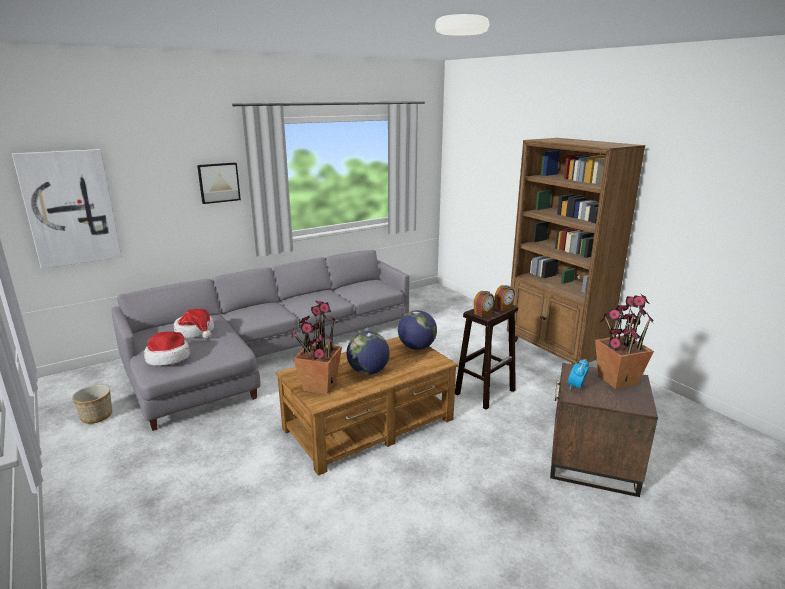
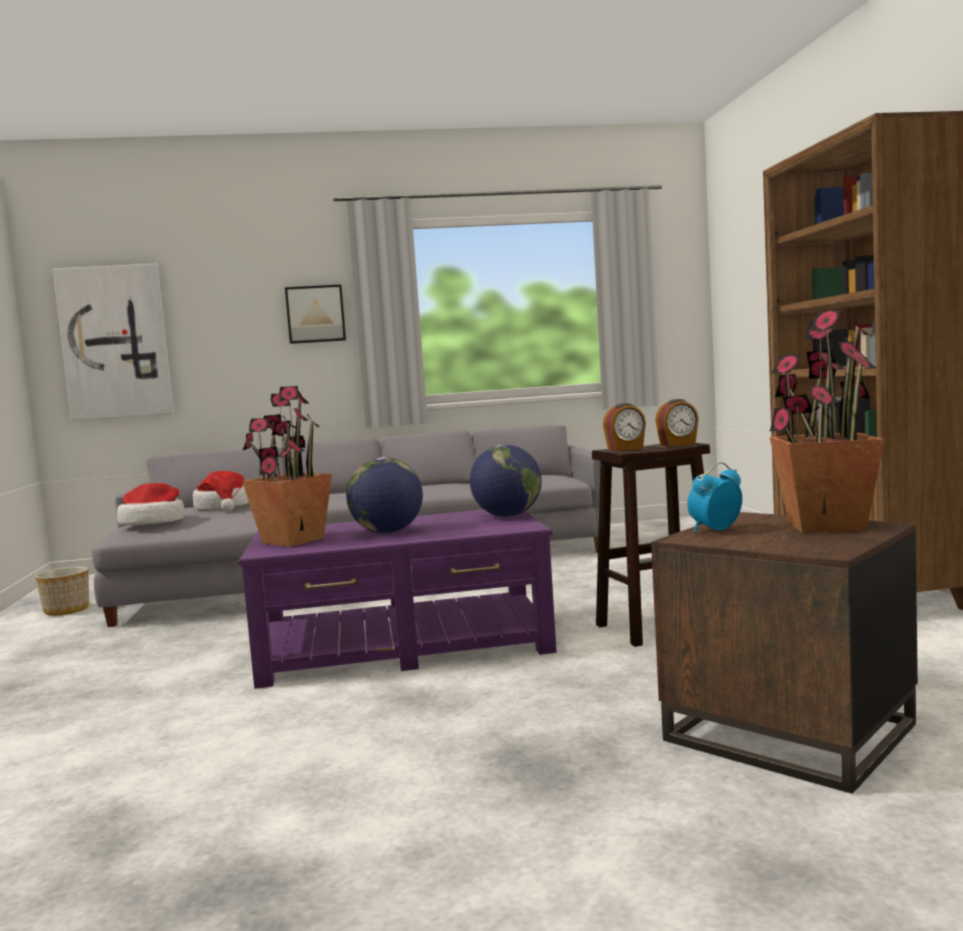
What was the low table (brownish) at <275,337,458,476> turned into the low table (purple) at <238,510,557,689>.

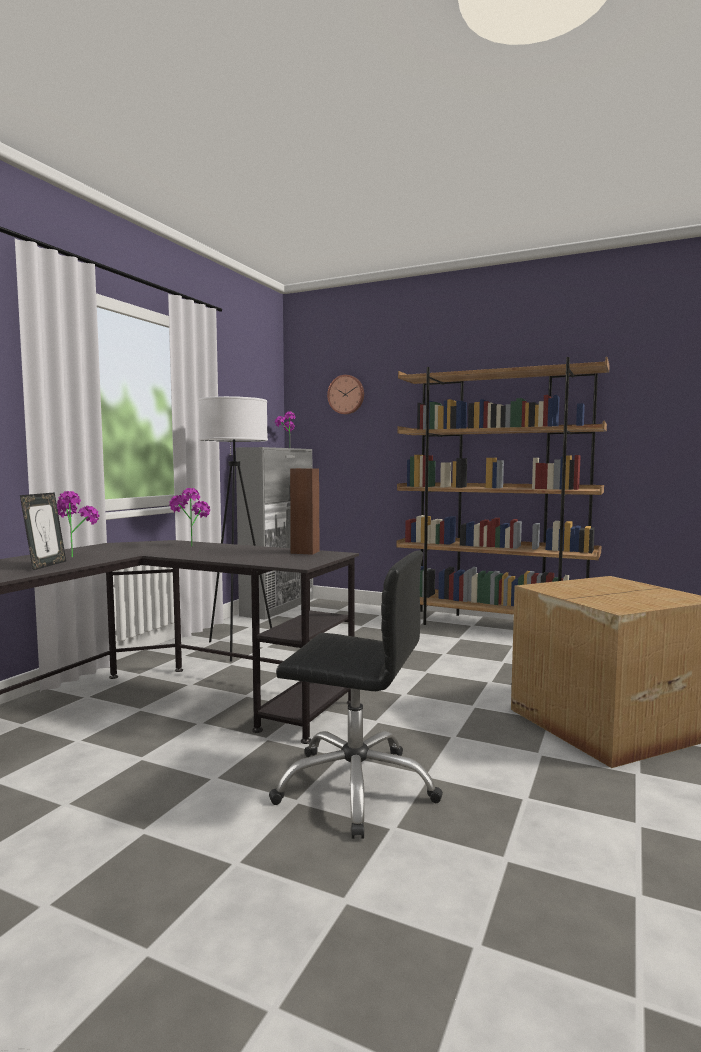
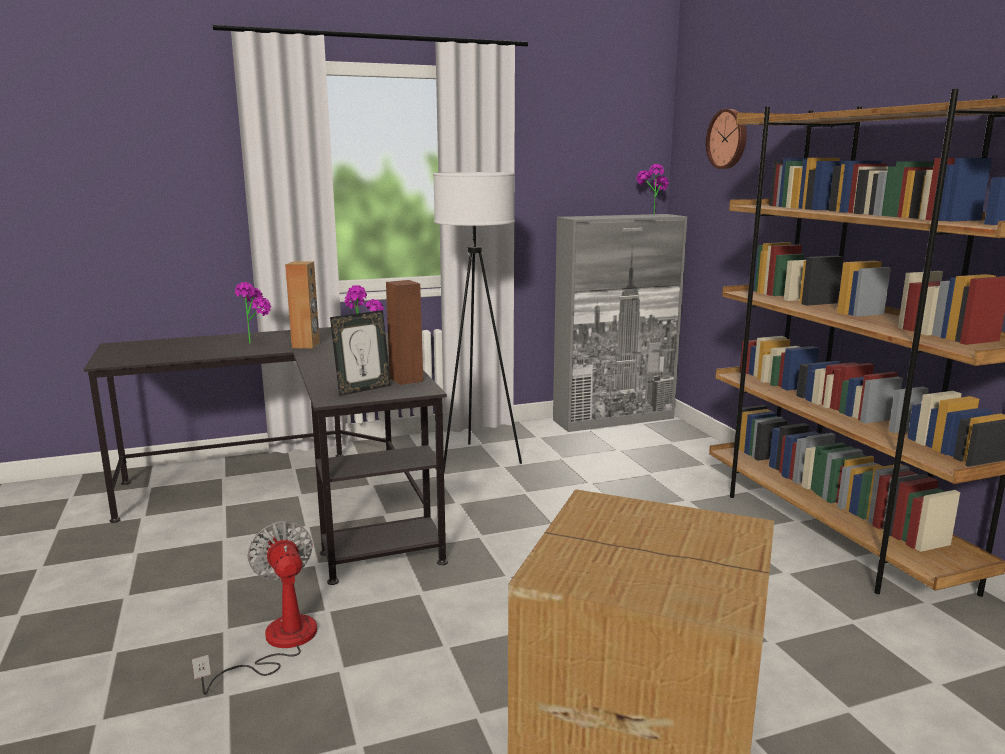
The second view gained the audio speaker (brownish) at <285,261,320,349>.
The picture frame ended up elsewhere, having gone from <20,492,66,570> to <330,310,391,396>.
Where the computer chair (blackish) stood at <269,551,443,839>, the cooling fan came to stand at <192,521,317,695>.

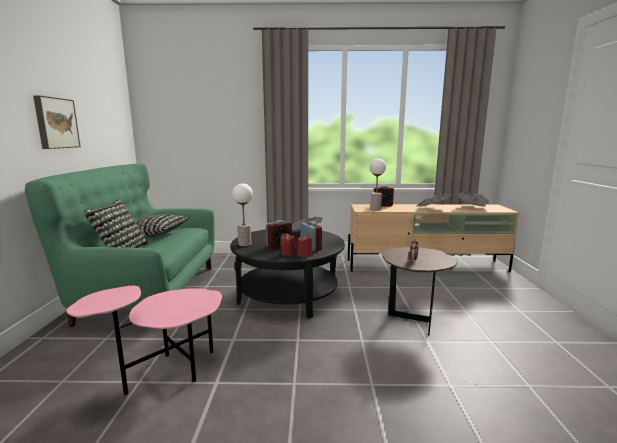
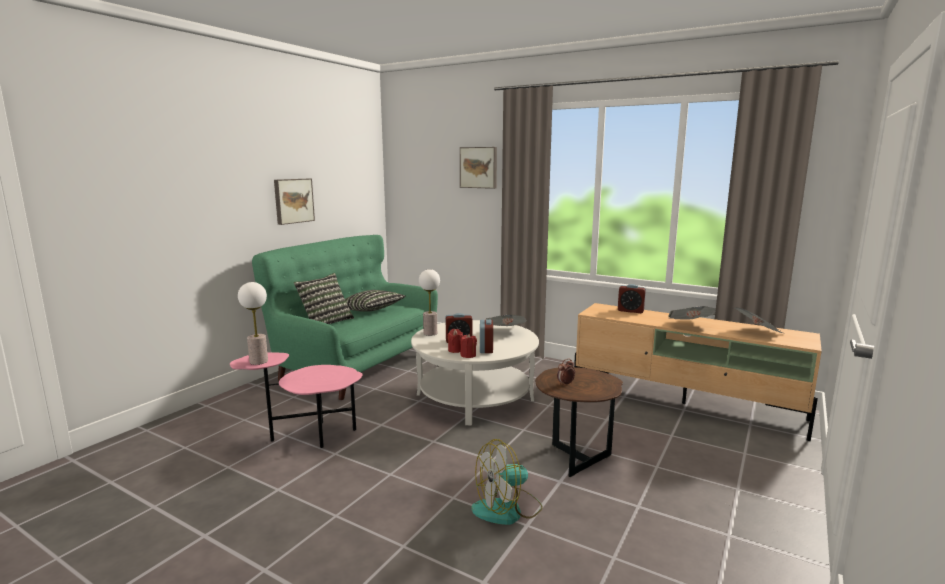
The second view gained the wall picture at <460,147,497,189>.
The second view gained the cooling fan at <471,439,542,525>.
The lamp for a table ended up elsewhere, having gone from <369,158,386,211> to <238,282,268,365>.
What was the low table (blackish) at <230,229,345,318> turned into the low table (whitish) at <411,320,539,425>.

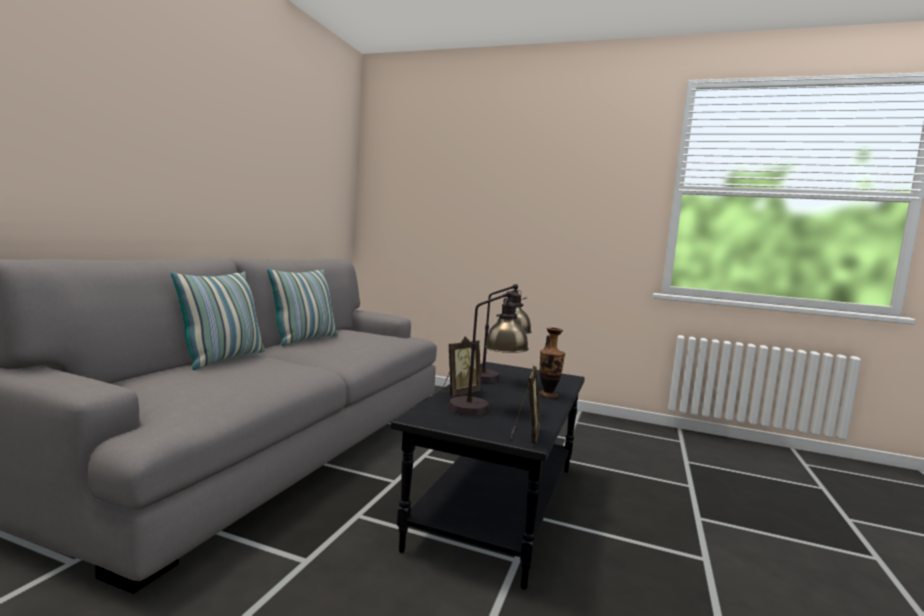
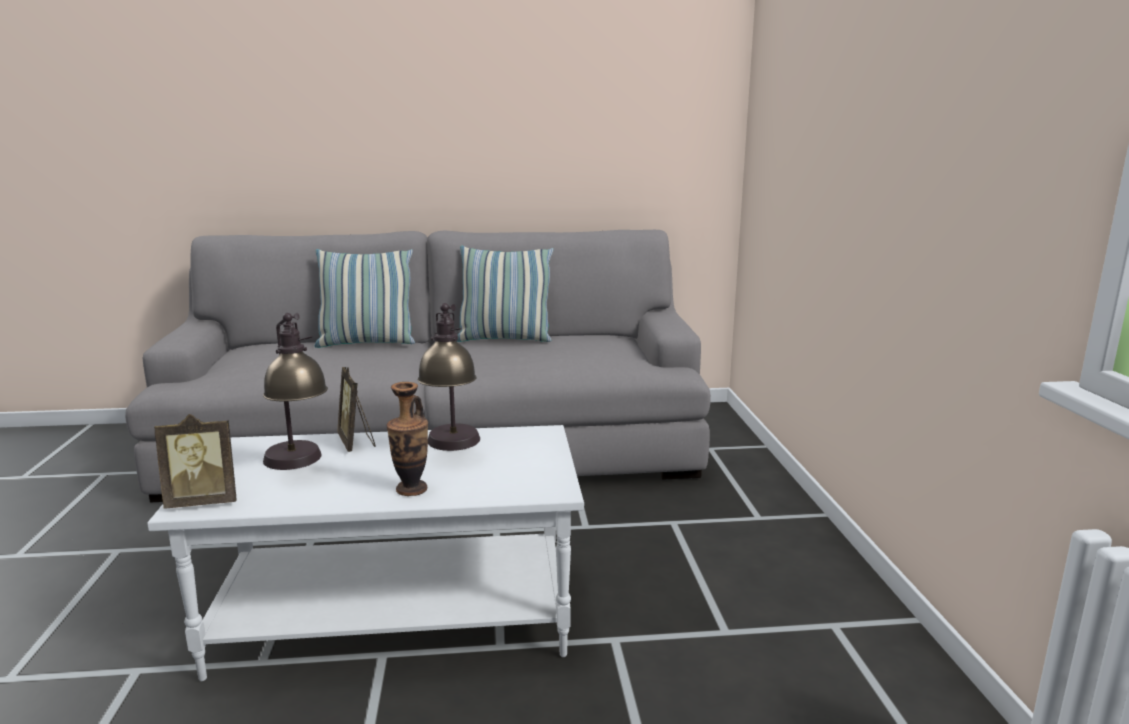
What was the low table (blackish) at <391,362,585,590> turned into the low table (whitish) at <147,425,584,681>.
The picture frame at <442,336,481,396> ended up facing another way, 45 degrees clockwise from before.

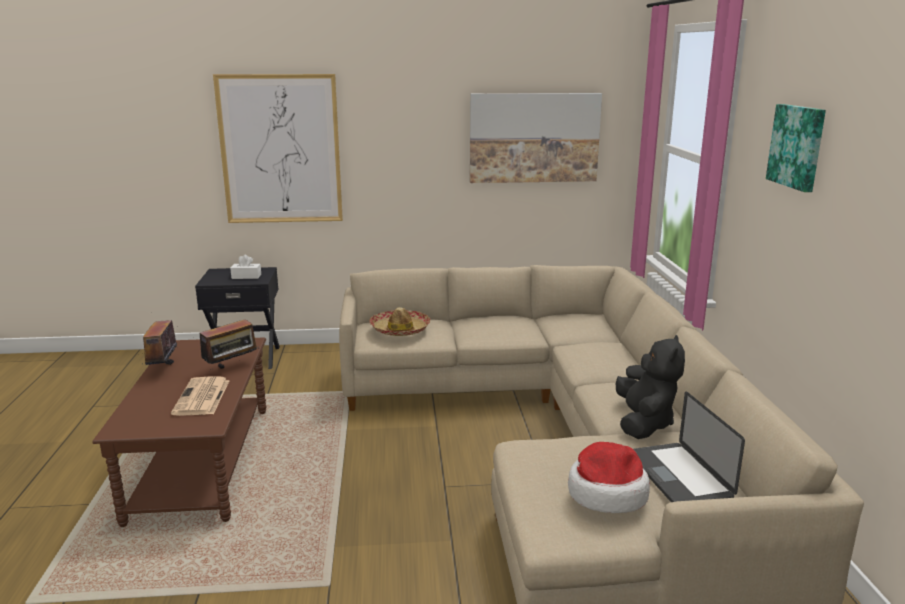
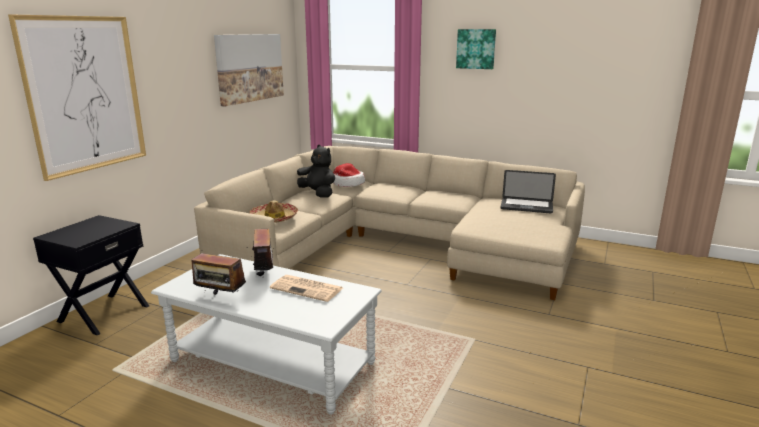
The second view lost the box of tissues (whitish) at <230,255,261,279>.
The wearable hat ended up elsewhere, having gone from <568,442,650,513> to <333,163,365,187>.
The cuddly toy (blackish) ended up elsewhere, having gone from <616,335,685,439> to <297,145,335,198>.
What was the low table (brownish) at <92,338,266,527> turned into the low table (grey) at <151,254,382,415>.

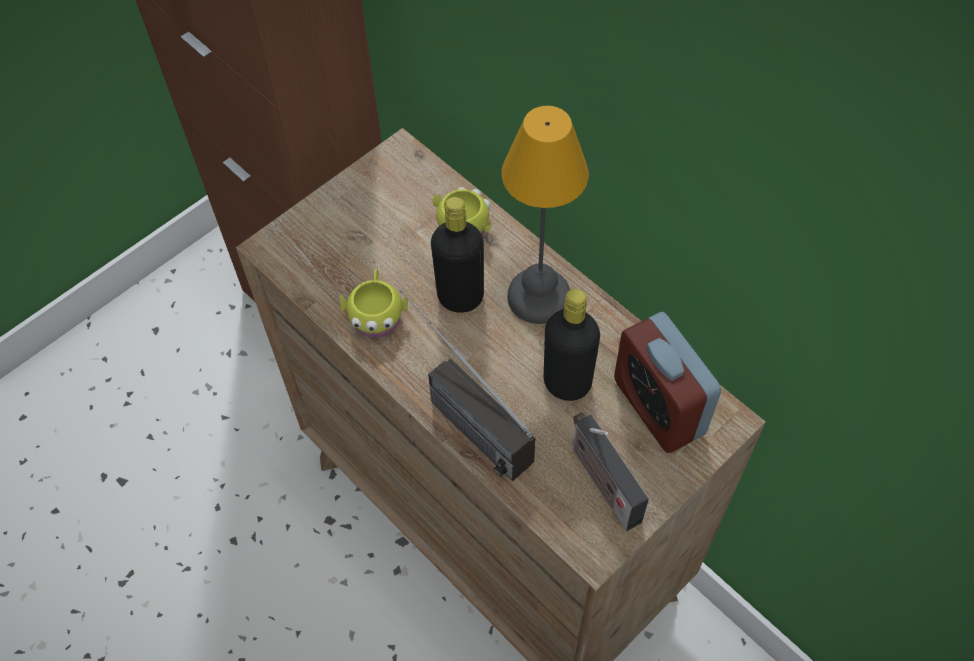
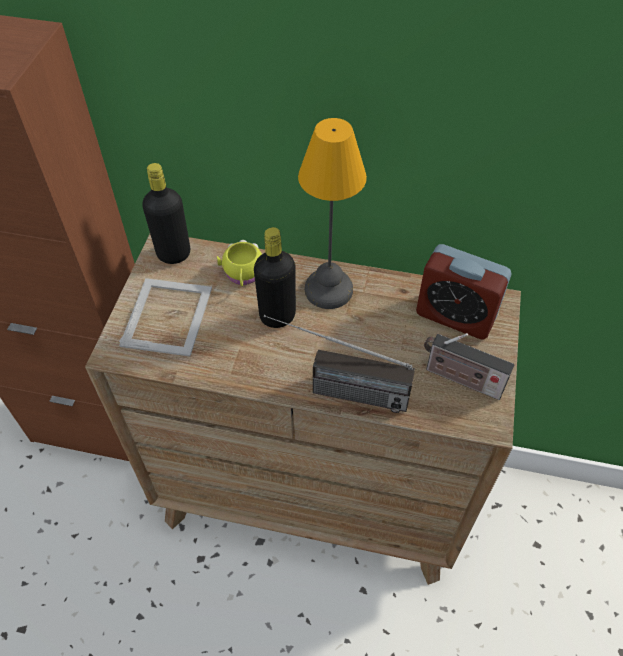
The second view lost the tea mug (yellowish) at <340,269,407,338>.
The second view gained the picture frame at <119,278,212,357>.
The bottle (blackish) ended up elsewhere, having gone from <544,289,600,401> to <142,163,190,264>.

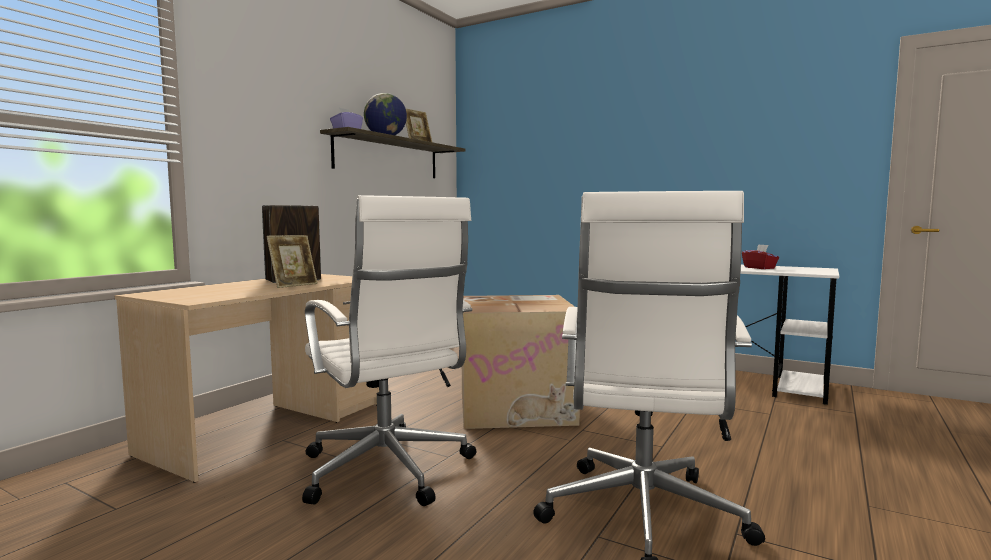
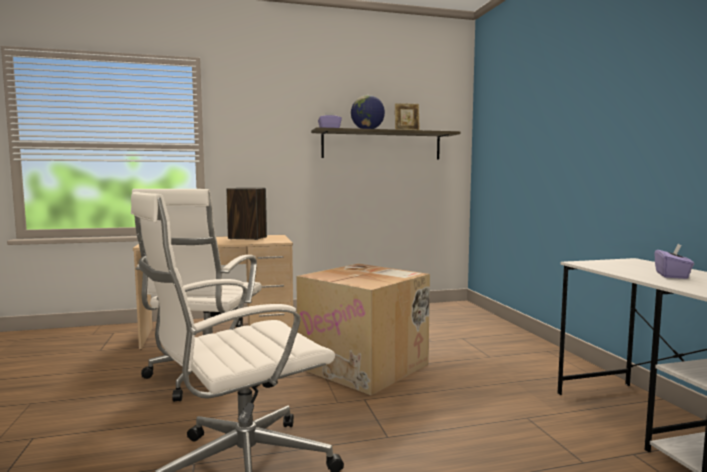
The second view lost the picture frame at <266,235,318,288>.
What was the box of tissues (reddish) at <742,244,779,269> turned into the box of tissues (purple) at <654,244,694,279>.

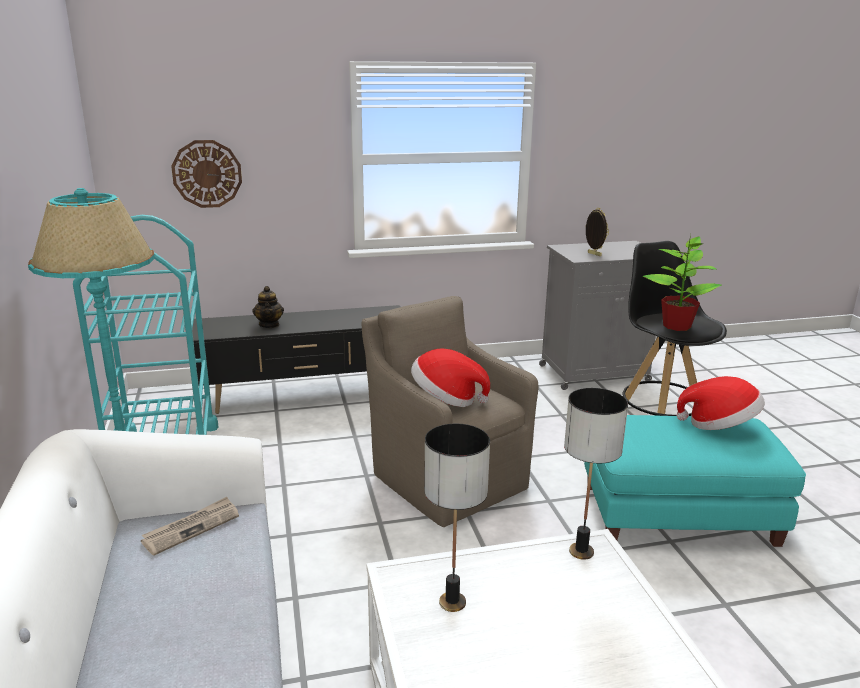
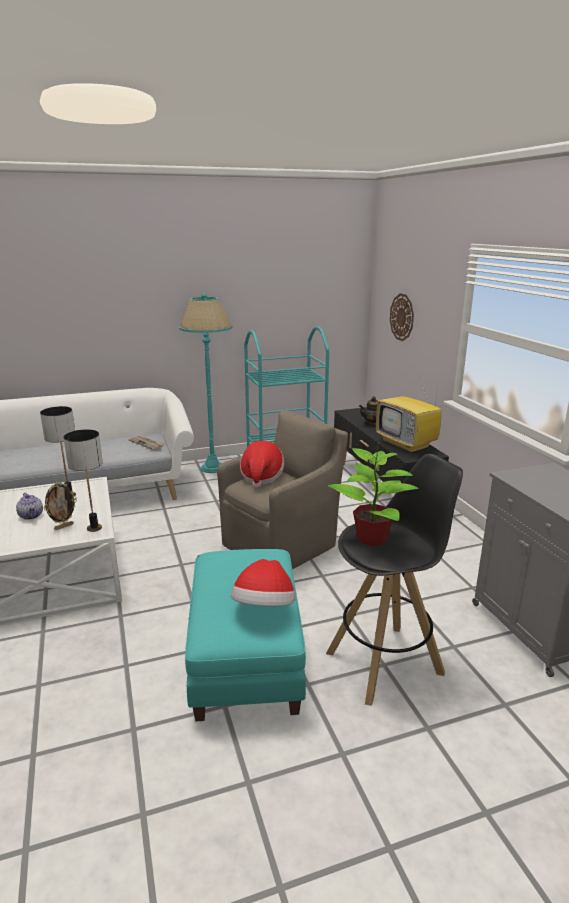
The second view gained the teapot at <16,493,43,520>.
The second view gained the television at <376,374,441,453>.
The picture frame ended up elsewhere, having gone from <585,208,609,256> to <44,482,77,530>.

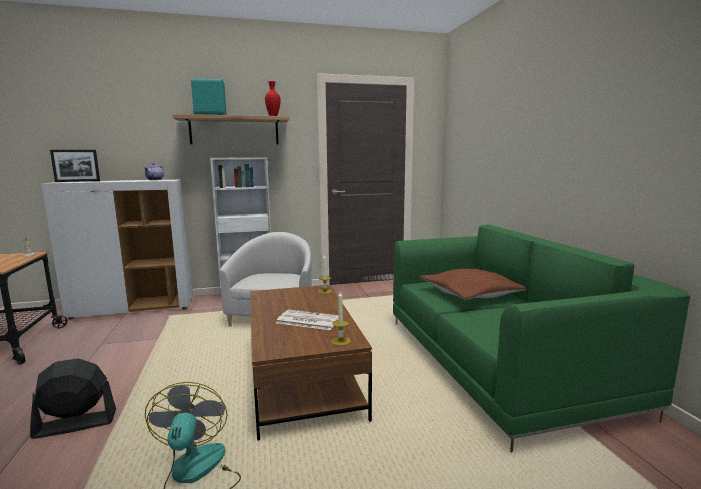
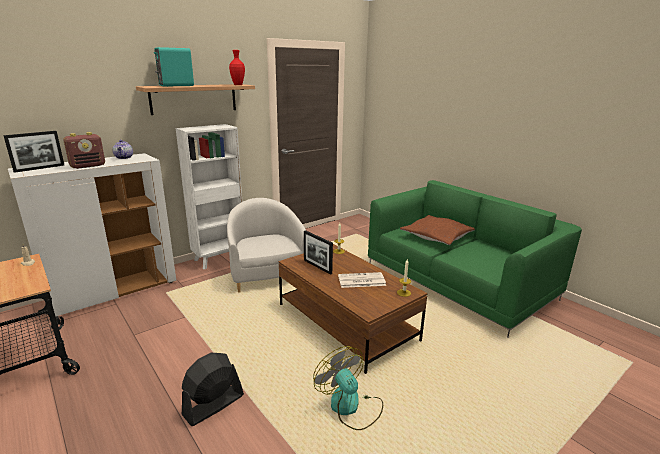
The second view gained the radio set at <63,132,105,169>.
The second view gained the picture frame at <304,230,333,275>.

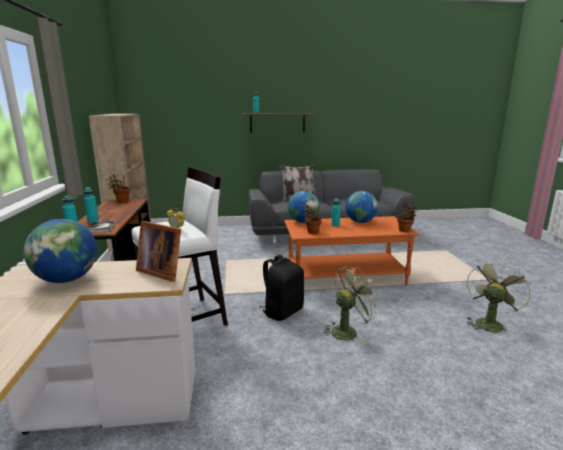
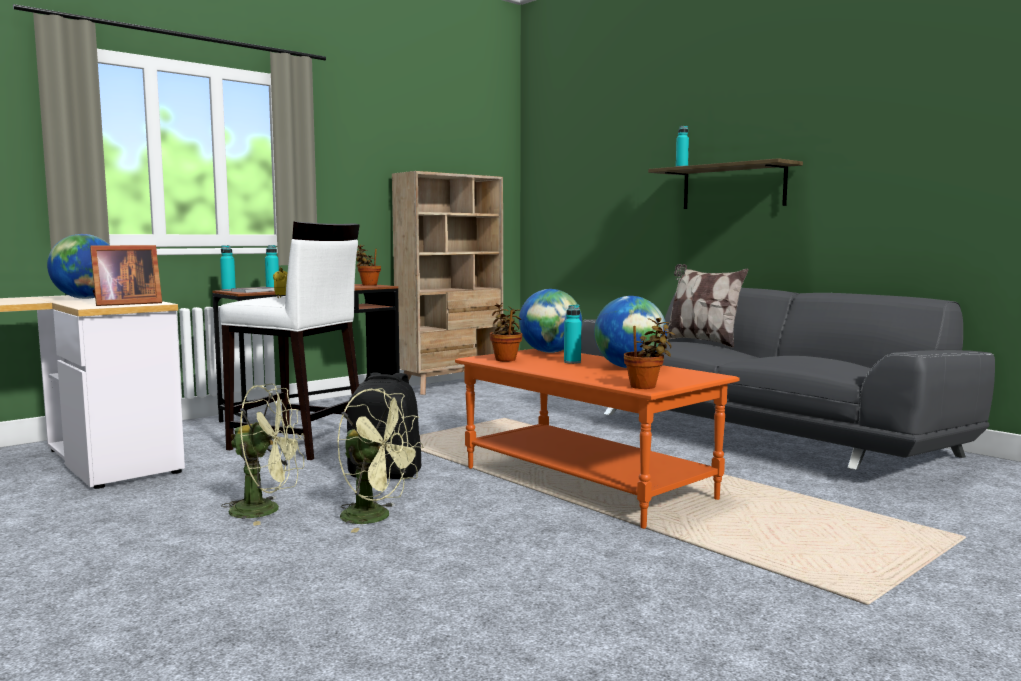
The cooling fan (green) ended up elsewhere, having gone from <466,260,531,333> to <221,384,305,526>.
The picture frame at <136,221,181,282> ended up facing another way, 120 degrees counterclockwise from before.

